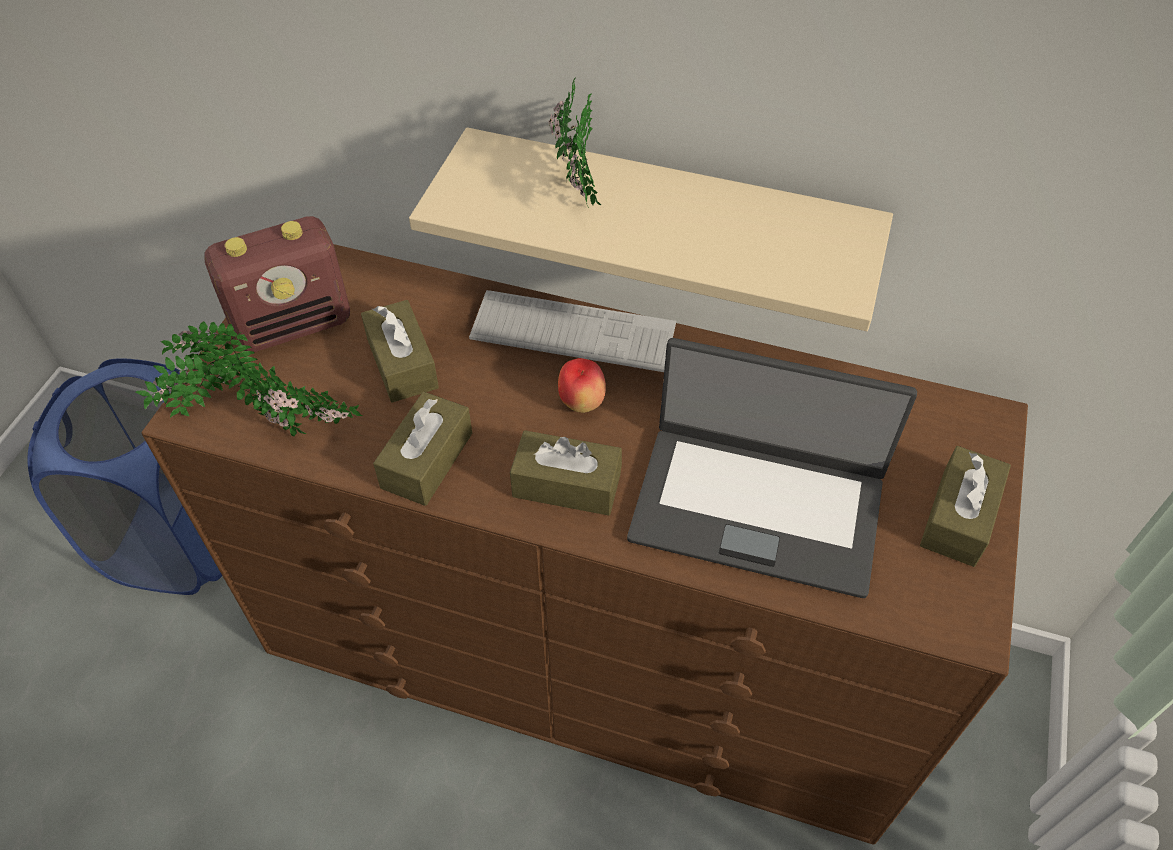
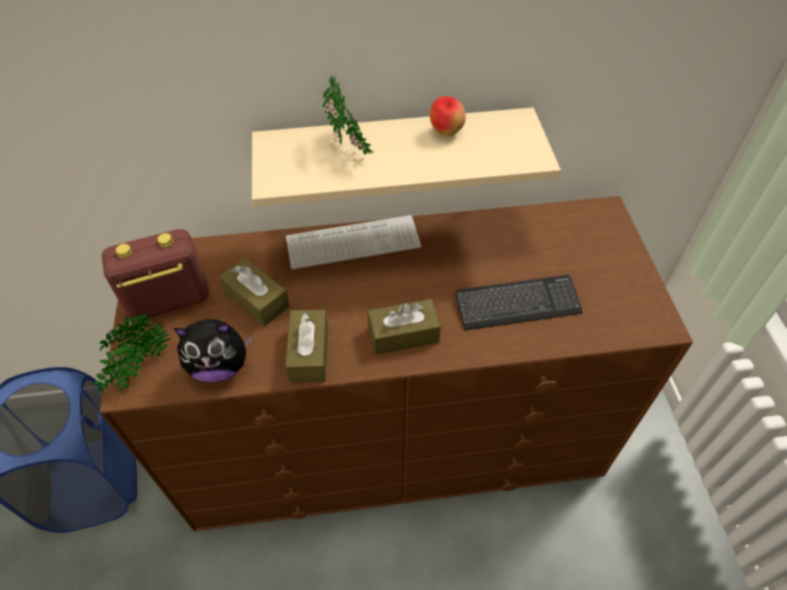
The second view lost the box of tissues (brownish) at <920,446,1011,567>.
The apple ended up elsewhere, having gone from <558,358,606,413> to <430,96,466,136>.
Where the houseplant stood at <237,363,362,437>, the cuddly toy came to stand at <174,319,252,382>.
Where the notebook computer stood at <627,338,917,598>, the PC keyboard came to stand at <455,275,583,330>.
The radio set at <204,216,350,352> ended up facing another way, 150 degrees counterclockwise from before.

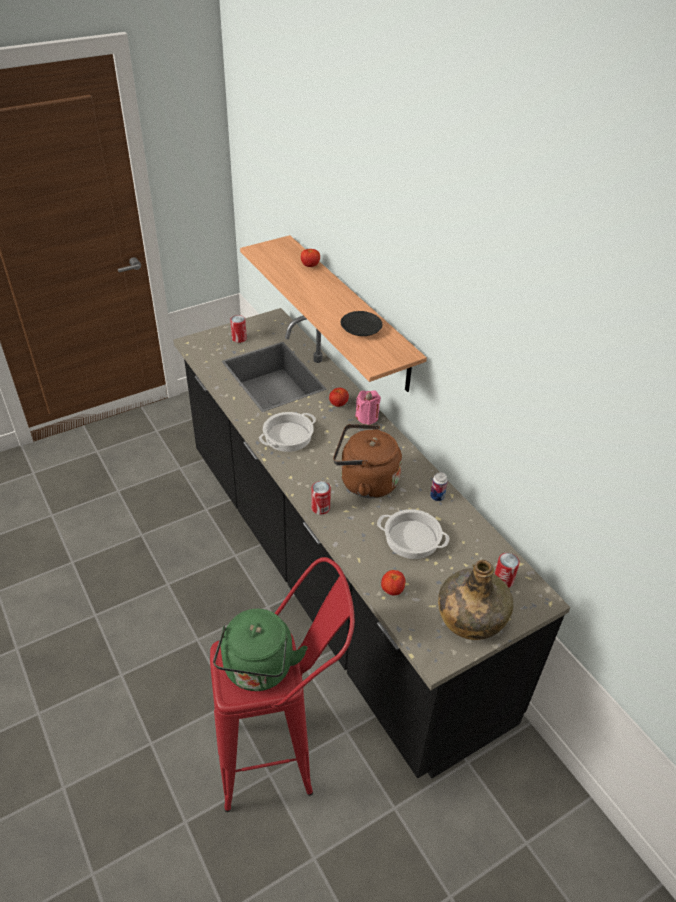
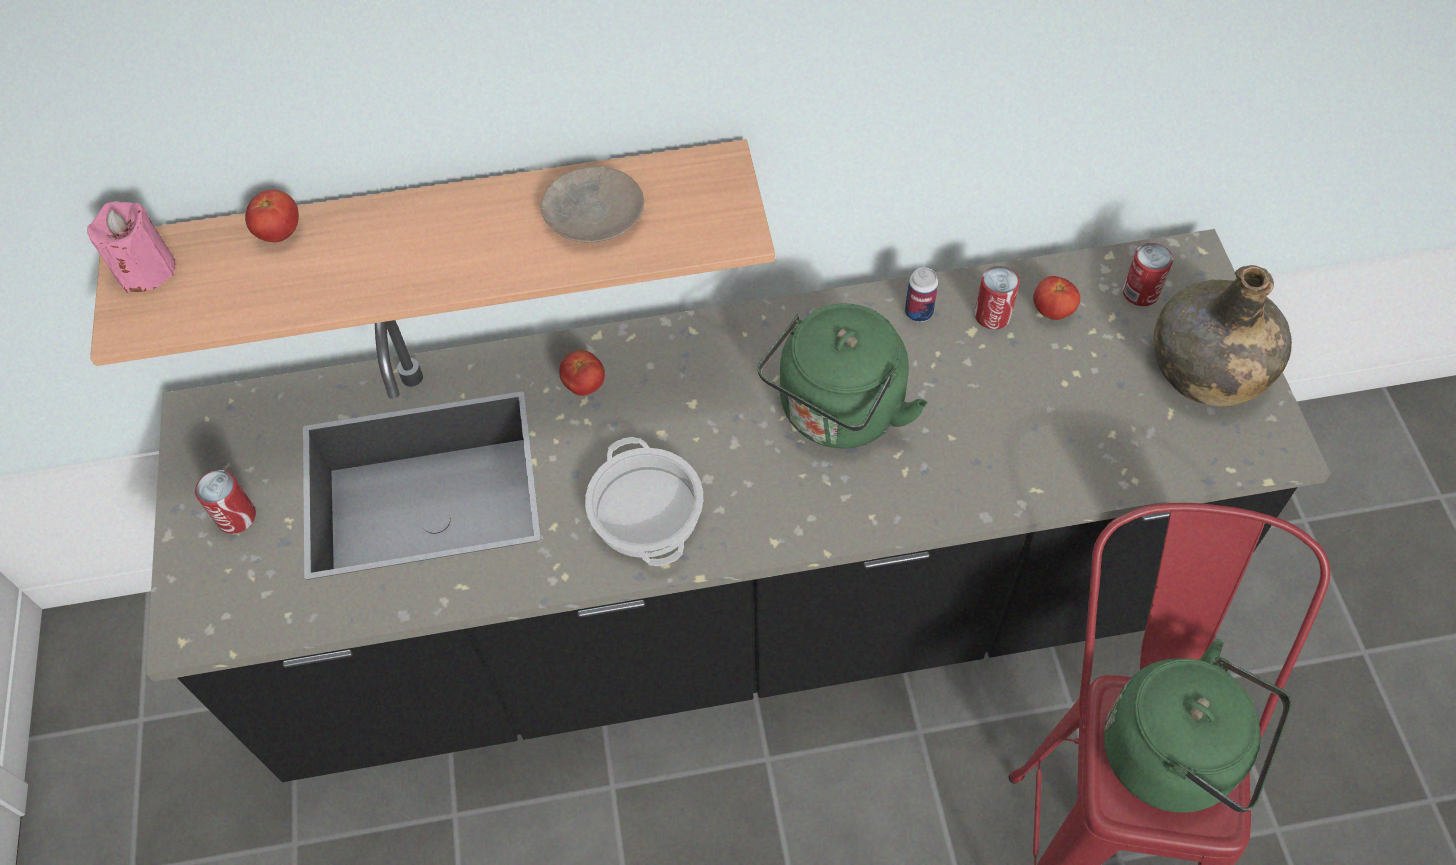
The second view lost the stockpot at <377,509,449,559>.
The sealed can ended up elsewhere, having gone from <311,481,331,515> to <975,266,1020,329>.
The wax candle (pink) ended up elsewhere, having gone from <355,390,381,425> to <87,201,175,293>.
The whole tomato ended up elsewhere, having gone from <381,570,405,595> to <1033,276,1080,320>.
What was the kettle (brownish) at <333,424,402,498> turned into the kettle (green) at <757,303,928,448>.
What was the flat dish (blackish) at <341,311,382,336> turned into the flat dish (sand-coloured) at <541,166,644,243>.

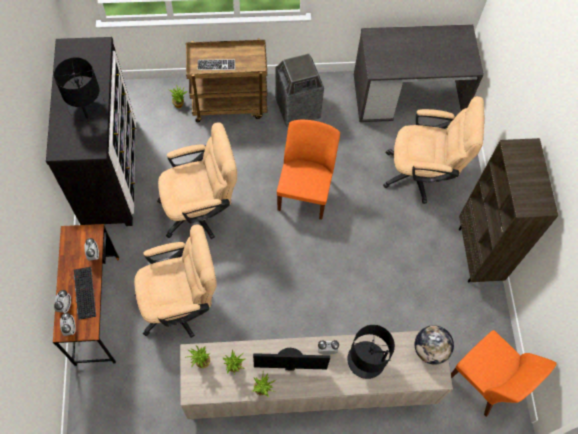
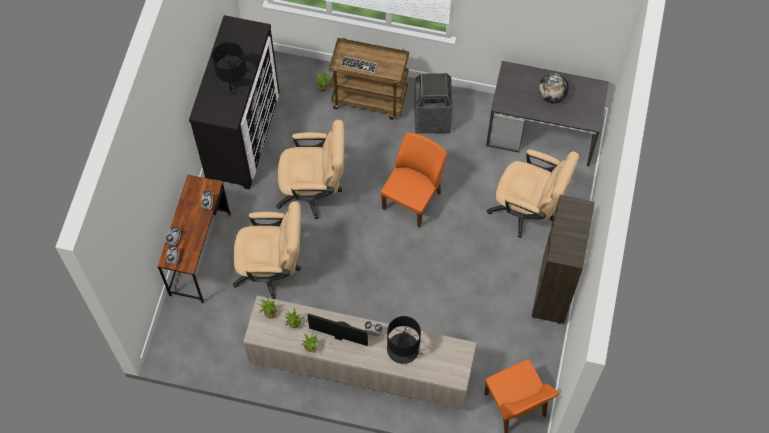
The second view lost the PC keyboard at <74,267,96,320>.
The world globe ended up elsewhere, having gone from <415,325,454,365> to <539,73,569,103>.

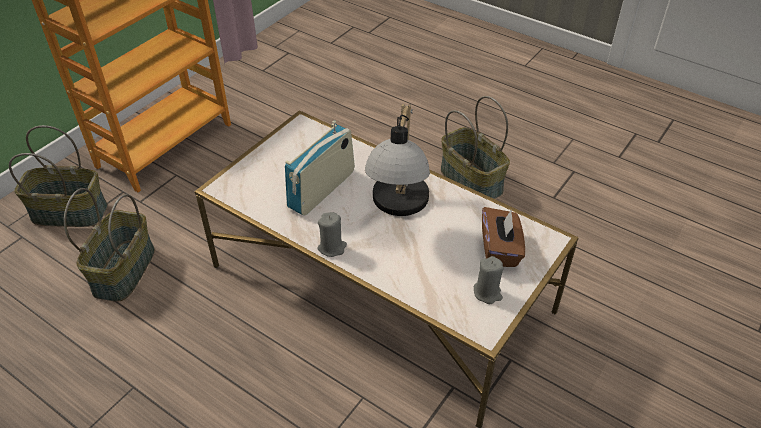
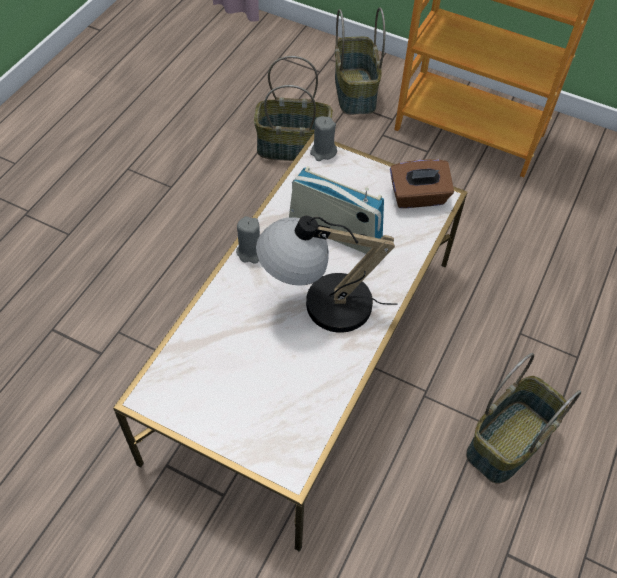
The wax candle (grey) ended up elsewhere, having gone from <474,256,503,304> to <310,116,337,161>.
The box of tissues (brownish) ended up elsewhere, having gone from <482,207,525,267> to <390,159,454,208>.

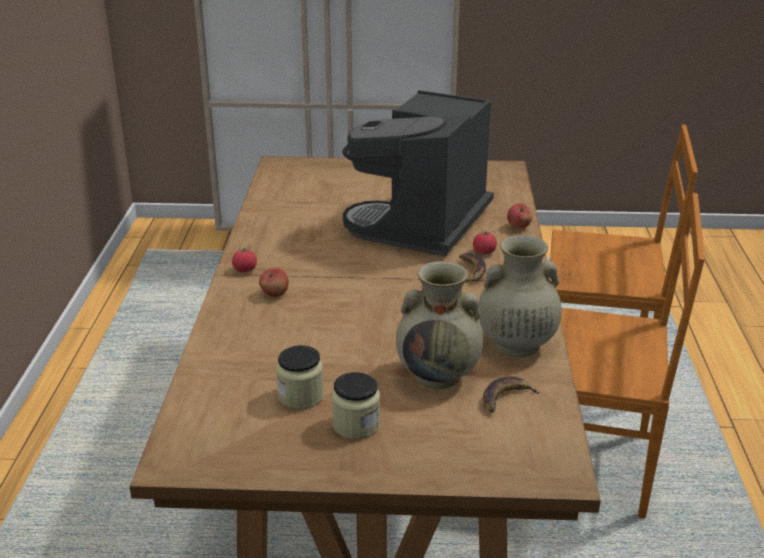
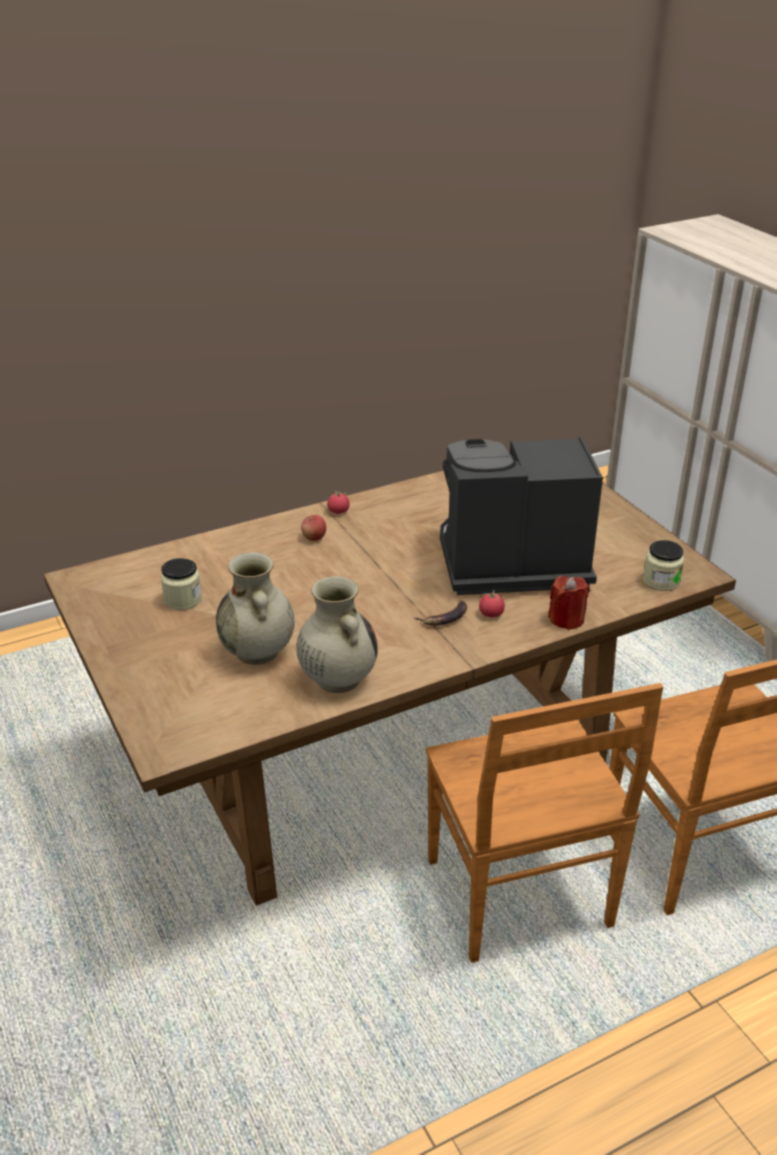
The second view lost the whole banana at <483,376,541,413>.
The preserve jar ended up elsewhere, having gone from <332,372,380,439> to <643,540,684,591>.
Where the apple stood at <507,203,533,229>, the wax candle (reddish) came to stand at <548,576,590,630>.

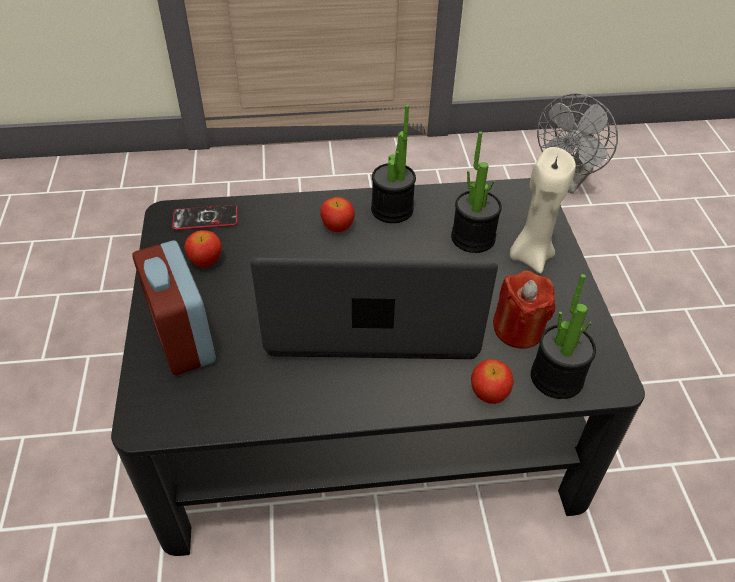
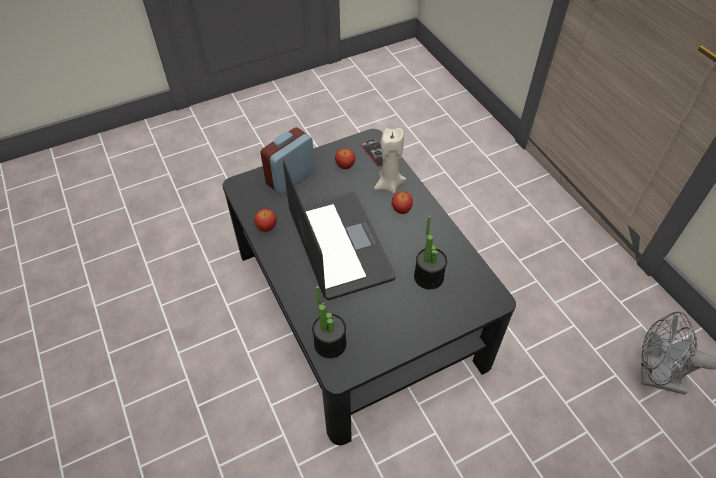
The second view lost the houseplant at <371,105,416,223>.
The second view lost the wax candle (reddish) at <493,270,555,349>.
The apple ended up elsewhere, having gone from <471,359,514,404> to <254,209,277,232>.
The wax candle (sand-coloured) ended up elsewhere, having gone from <510,147,576,273> to <374,128,406,194>.

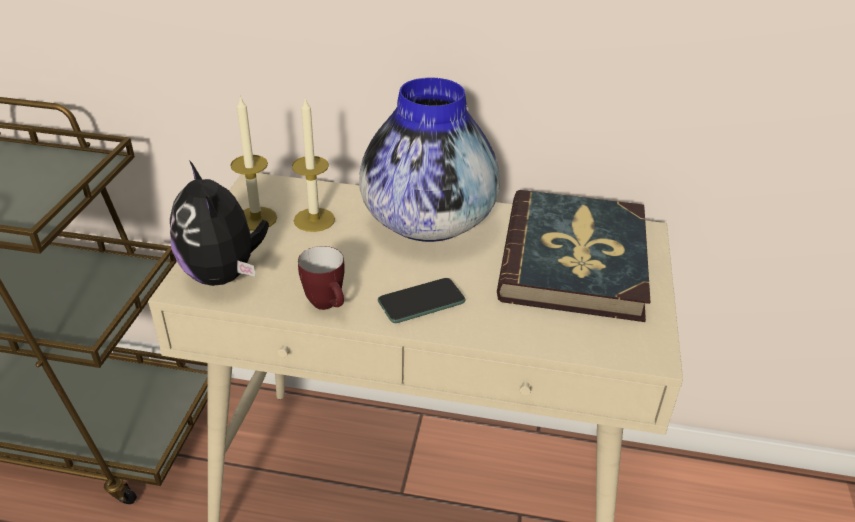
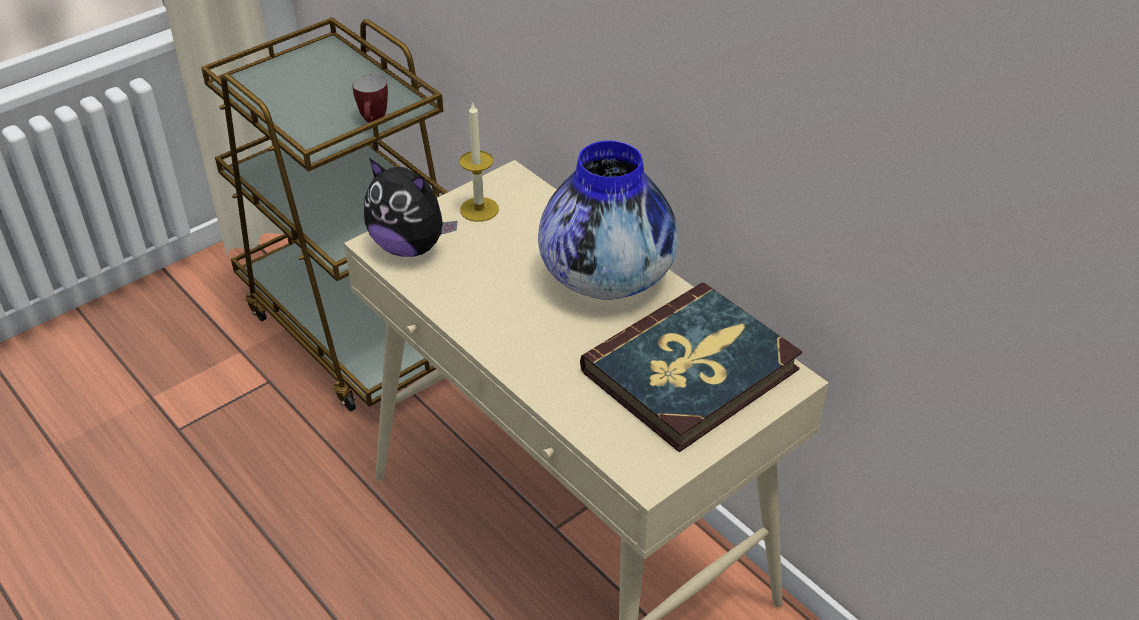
The second view lost the wax candle at <292,98,335,232>.
The second view lost the telephone at <378,278,465,323>.
The tea mug ended up elsewhere, having gone from <298,246,345,310> to <352,74,388,123>.
The cuddly toy at <170,160,269,286> ended up facing another way, 75 degrees counterclockwise from before.

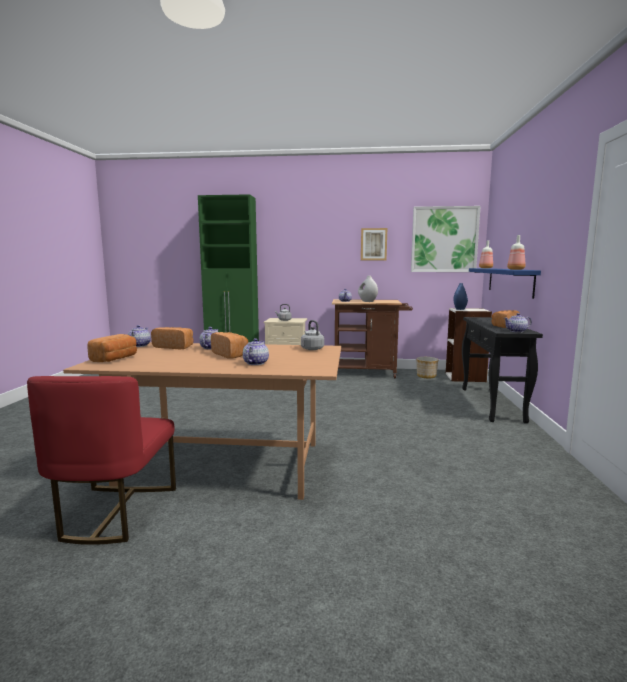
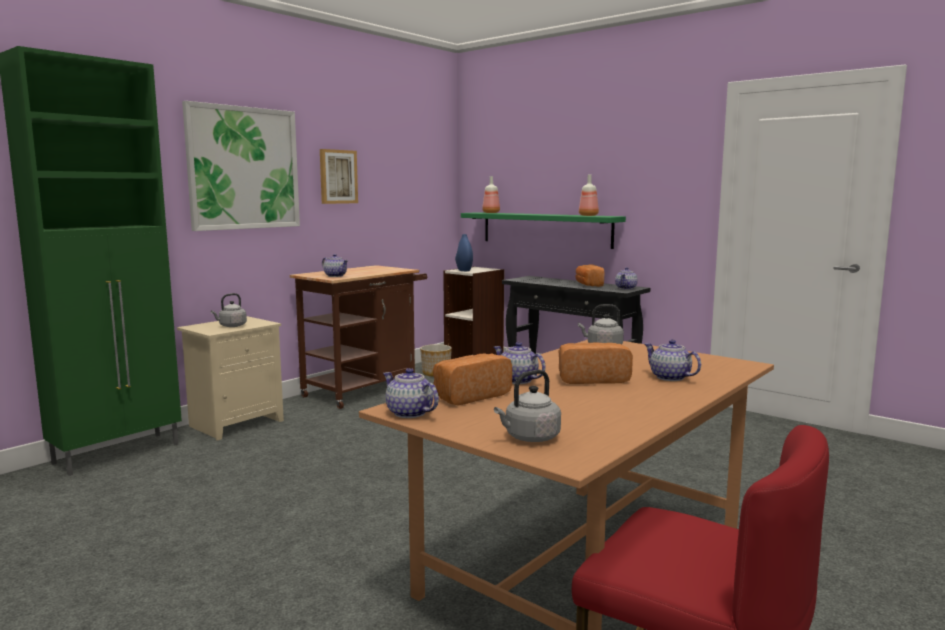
The second view lost the flower vase (whitish) at <358,276,378,302>.
The wall picture ended up elsewhere, having gone from <411,206,481,272> to <182,101,300,231>.
Where the bread stood at <87,334,137,362>, the kettle (grey) came to stand at <494,370,561,442>.
What was the shelf (blue) at <469,268,541,299> turned into the shelf (green) at <461,212,626,249>.

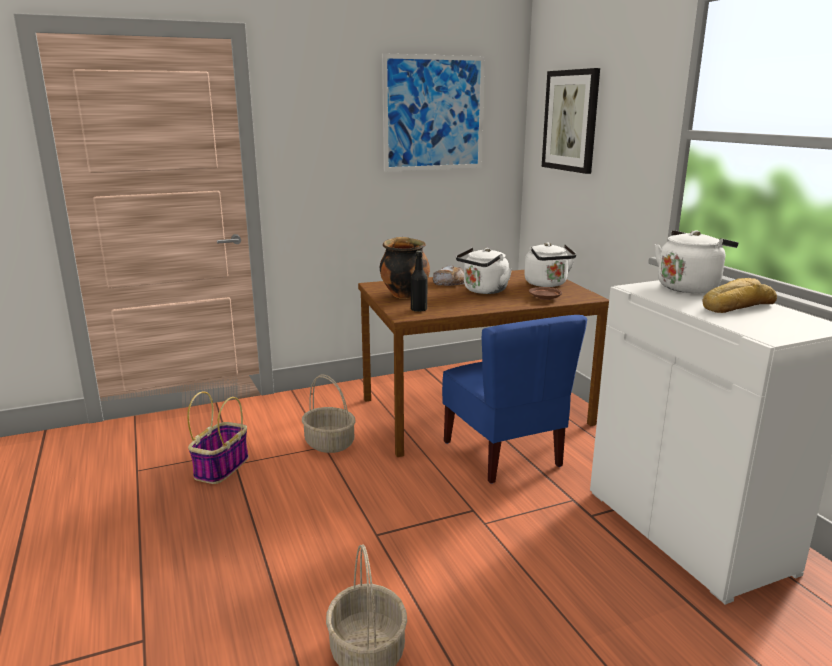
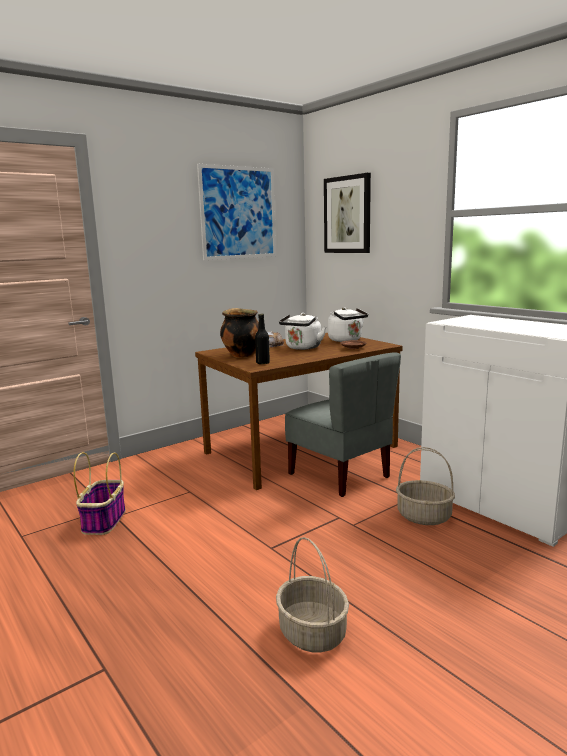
The second view lost the kettle (whitish) at <655,230,738,293>.
The second view lost the bread at <703,278,777,313>.
The storage basket ended up elsewhere, having gone from <302,374,356,453> to <396,447,455,525>.
What was the chair (blue) at <442,315,587,484> turned into the chair (grey) at <285,353,401,497>.

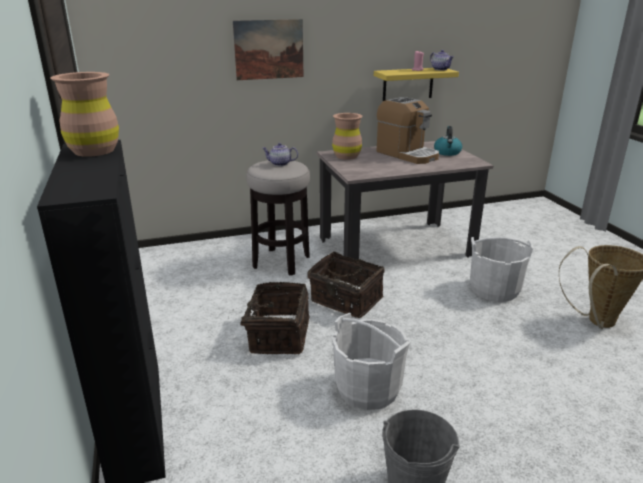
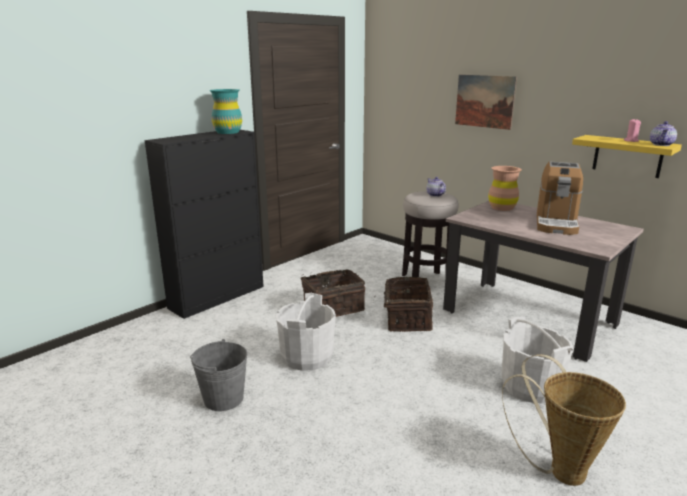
The second view lost the kettle at <434,126,462,156>.
What was the flower vase (brownish) at <50,72,119,157> turned into the flower vase (turquoise-coloured) at <209,89,242,134>.

